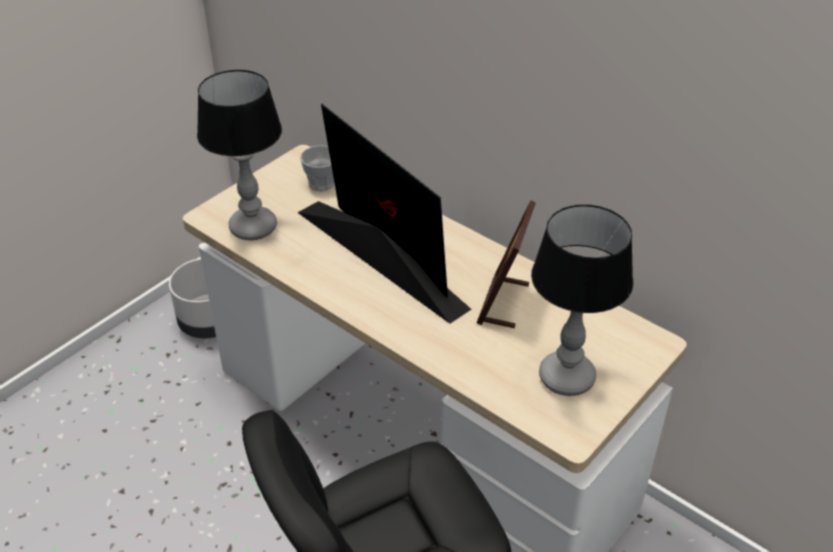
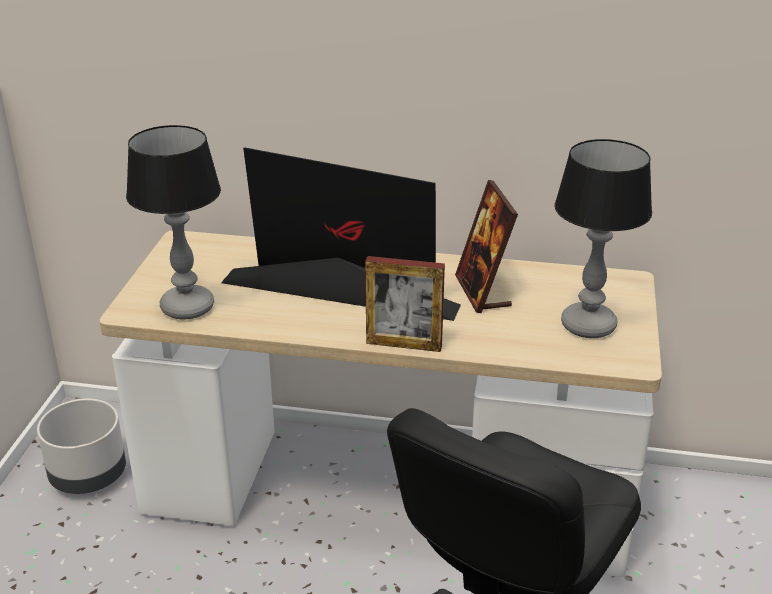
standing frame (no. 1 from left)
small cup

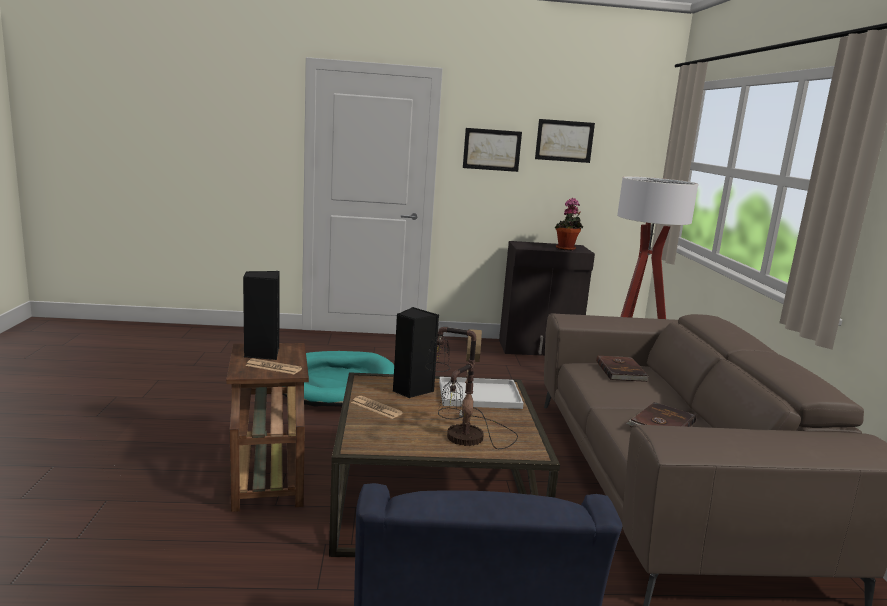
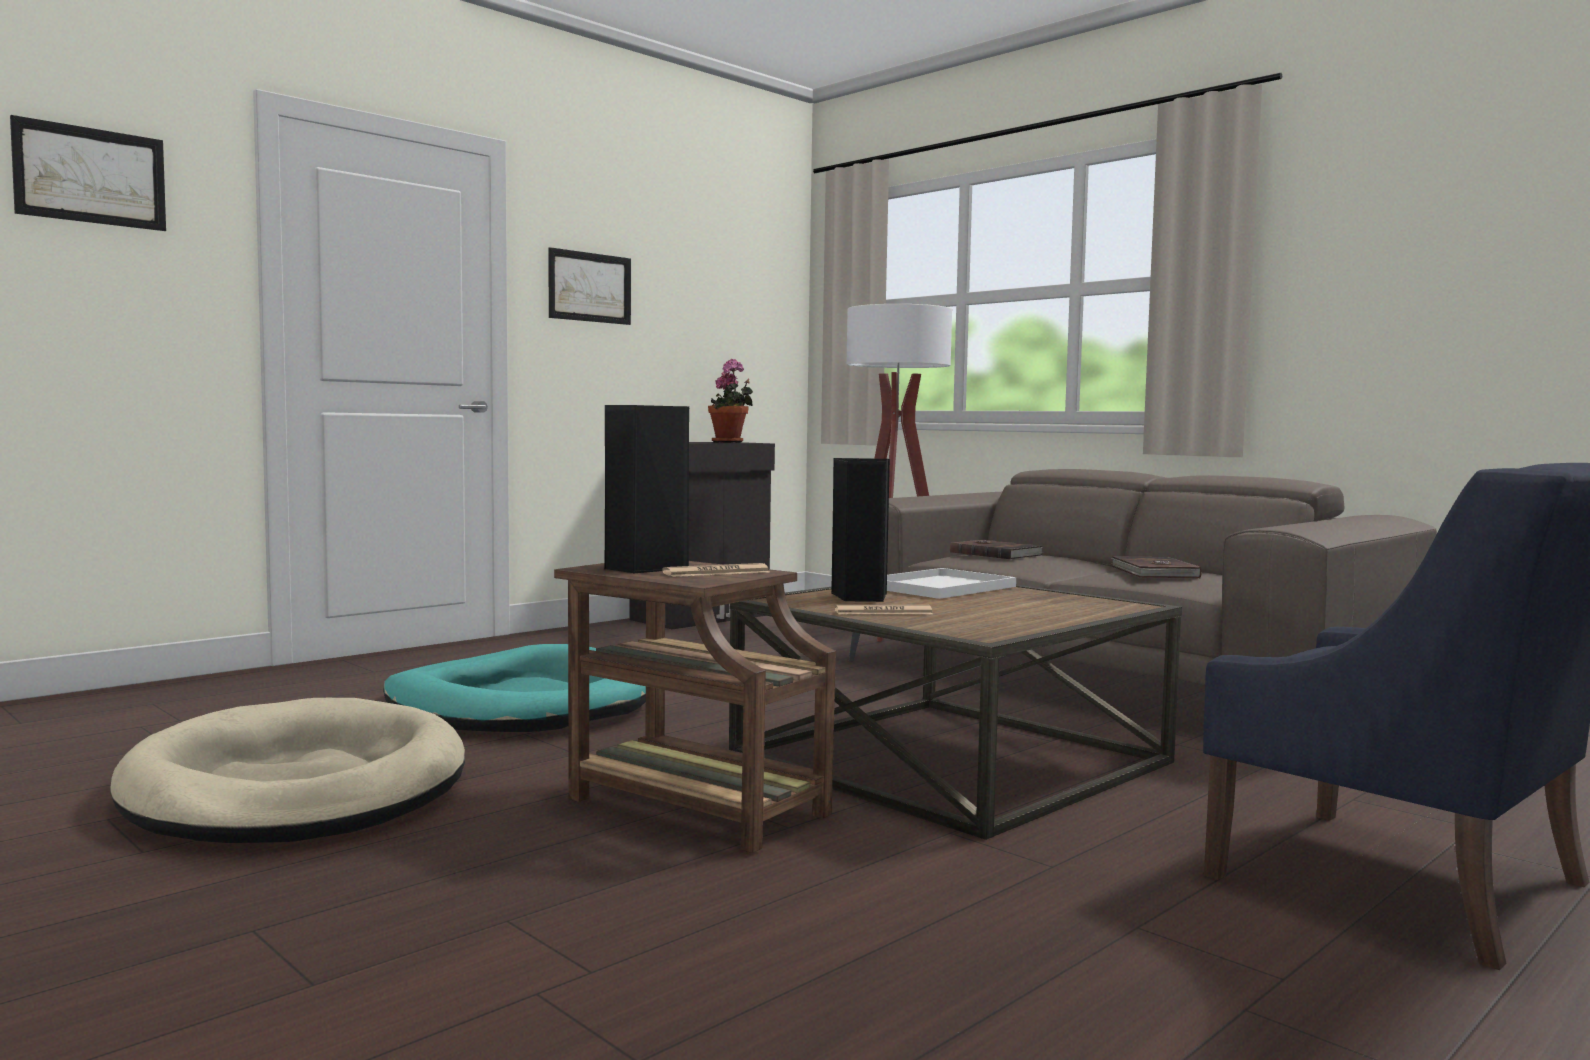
picture (no. 1 from left)
beige pet bed
tabletop lamp

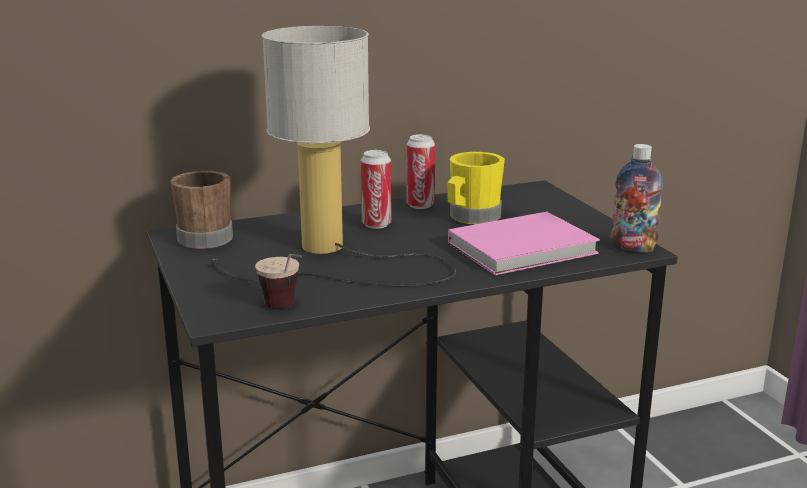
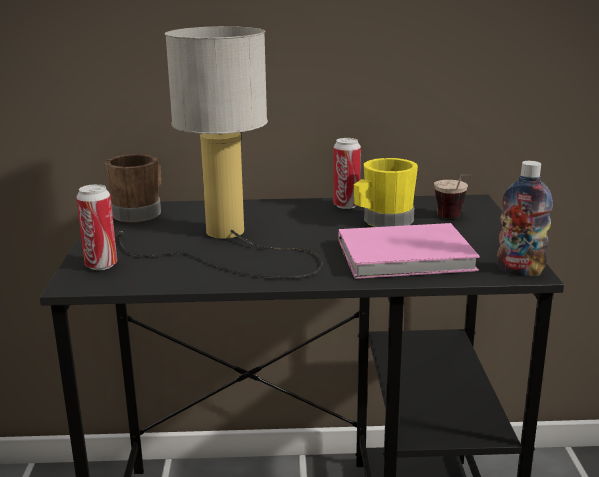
metal can (no. 1 from left)
small cup

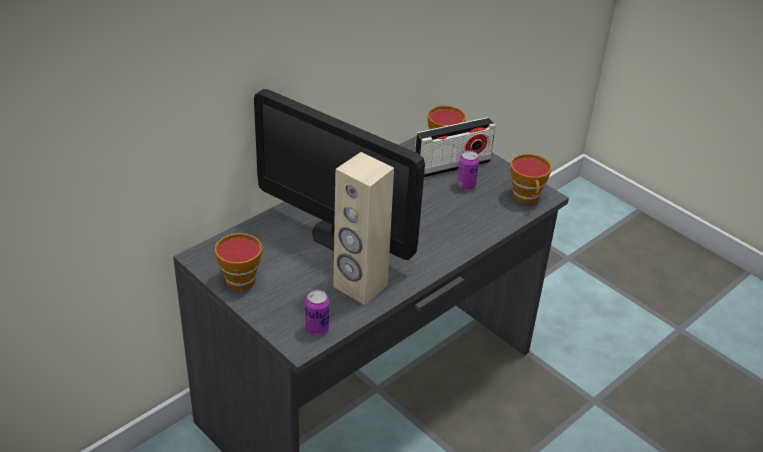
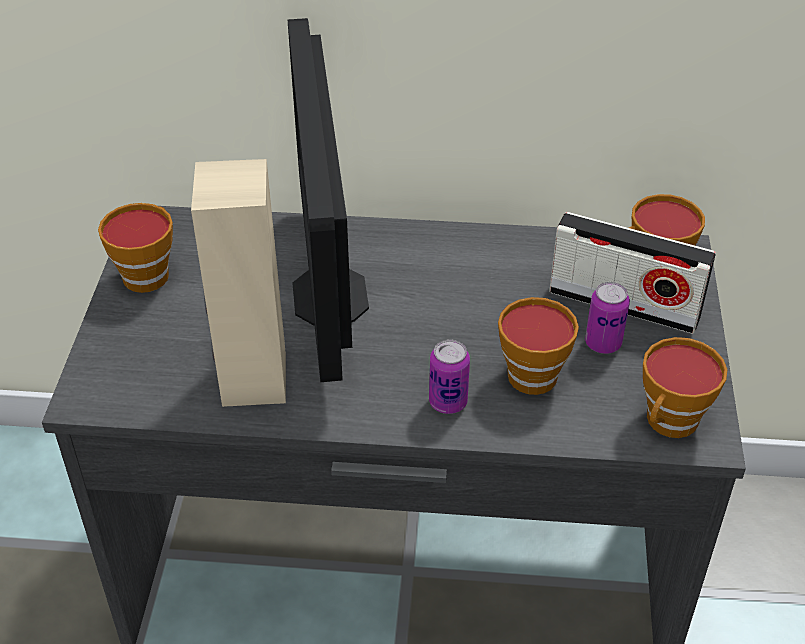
metal can (no. 1 from left)
small cup (no. 2 from left)

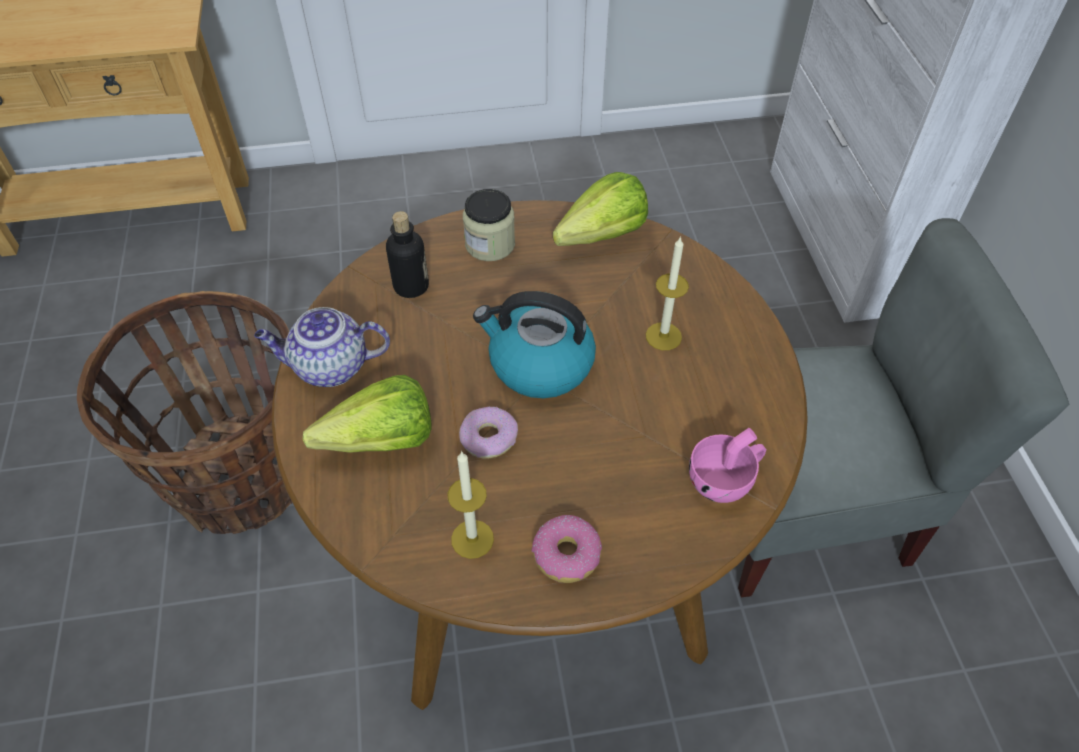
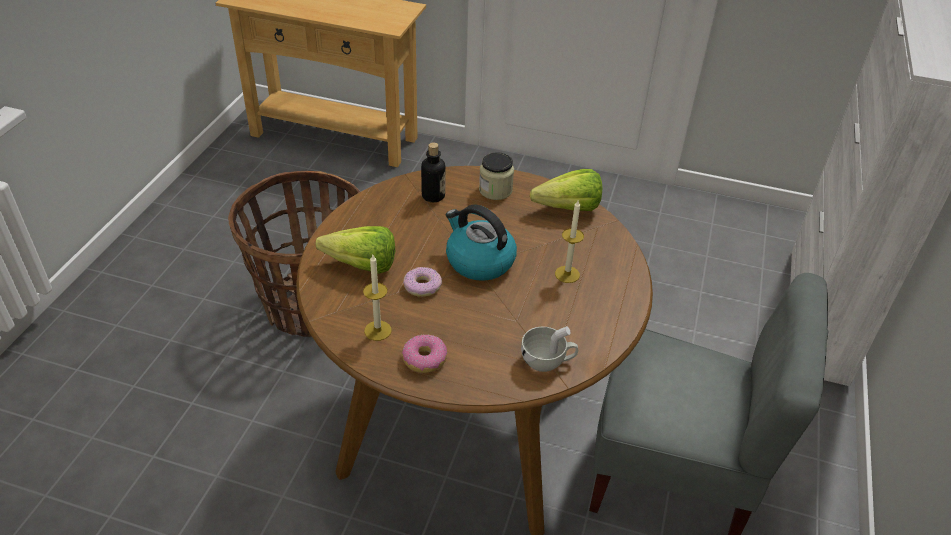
white small cup
teapot

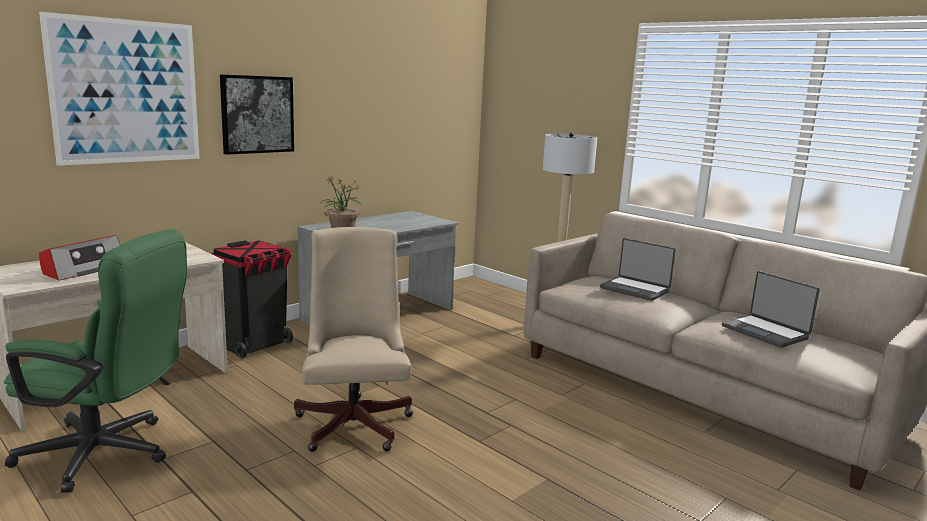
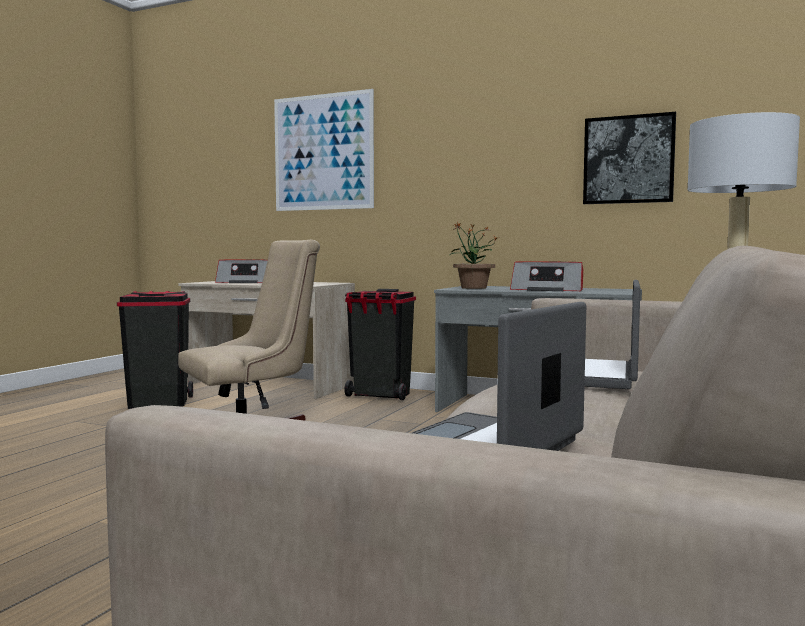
black-coloured rubbish bin (no. 1 from left)
radio (no. 2 from left)
picture (no. 2 from left)

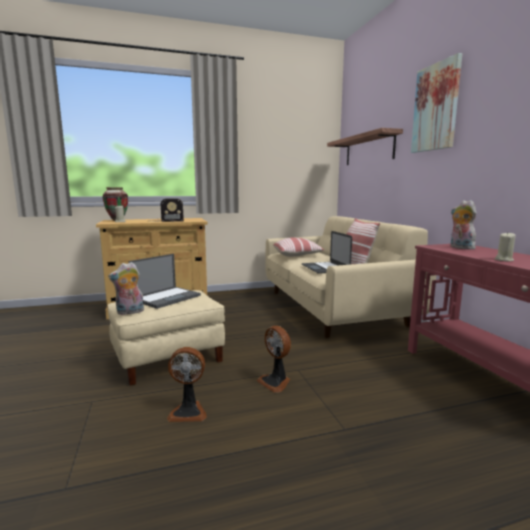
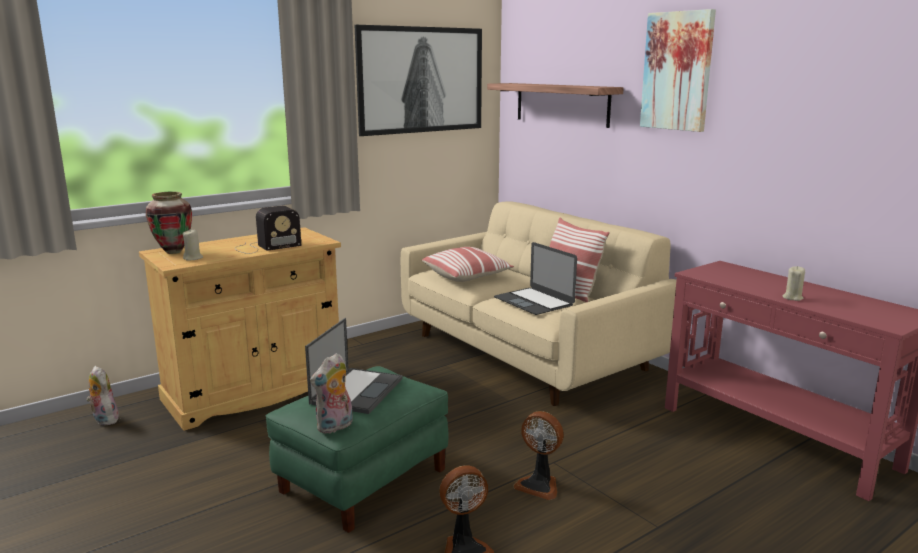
soft toy (no. 1 from left)
green-coloured ottoman
picture (no. 1 from left)

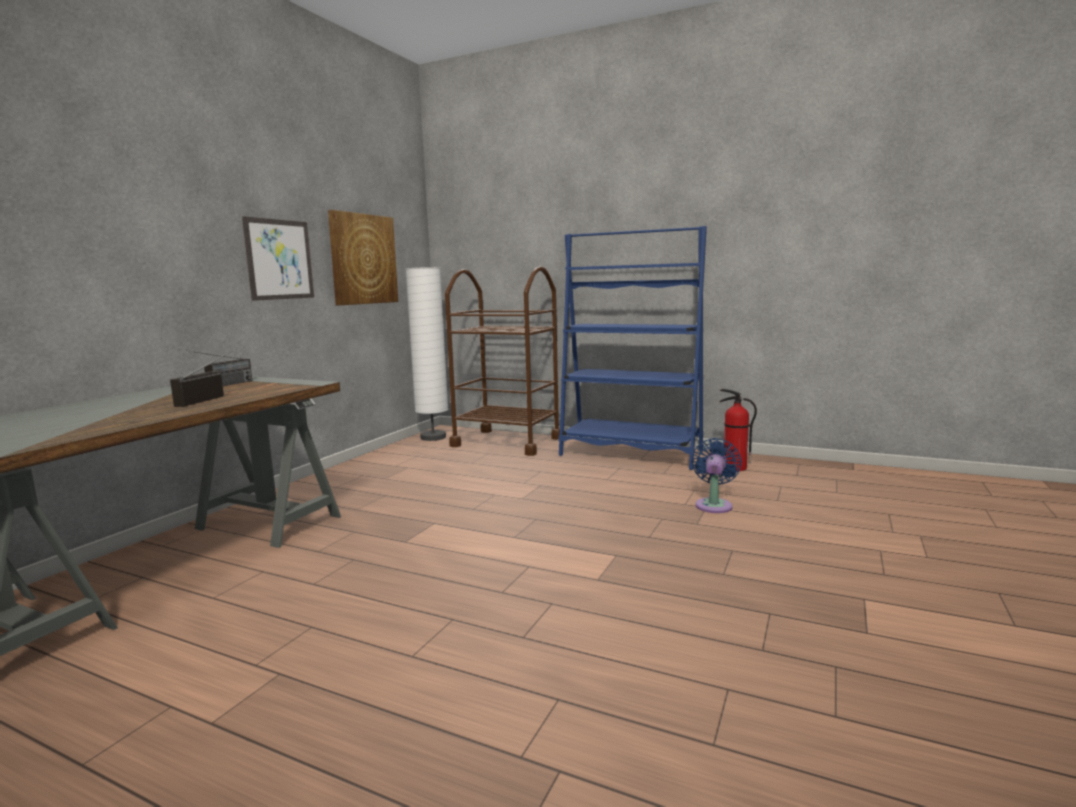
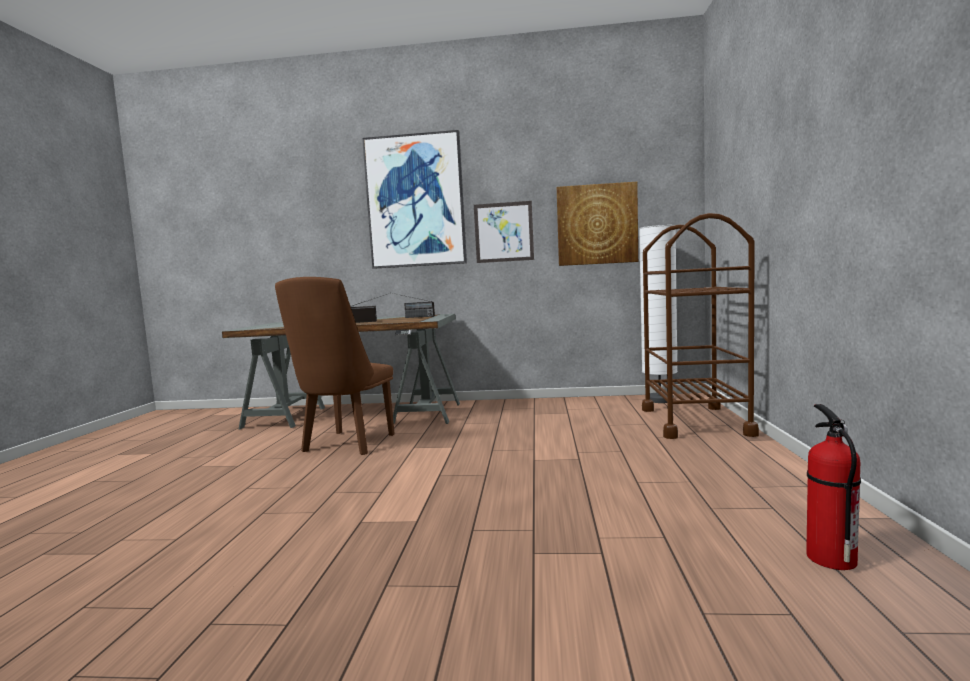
brown chair
picture (no. 1 from left)
blue bookcase
blue fan

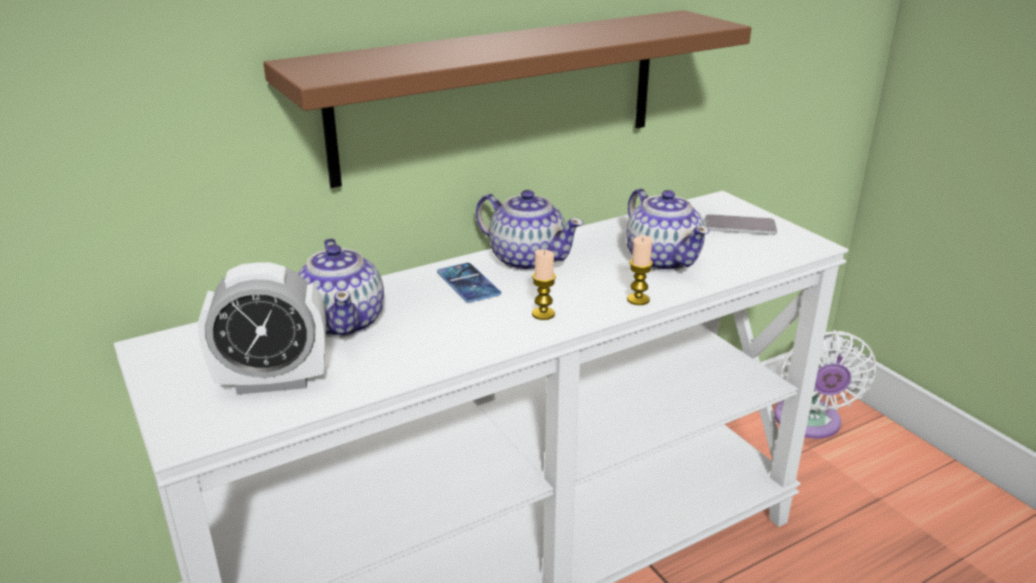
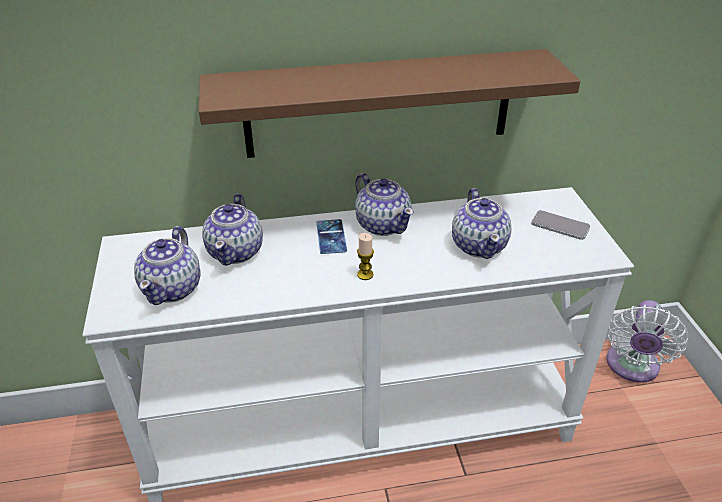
teapot (no. 1 from left)
wax candle (no. 2 from left in the first image)

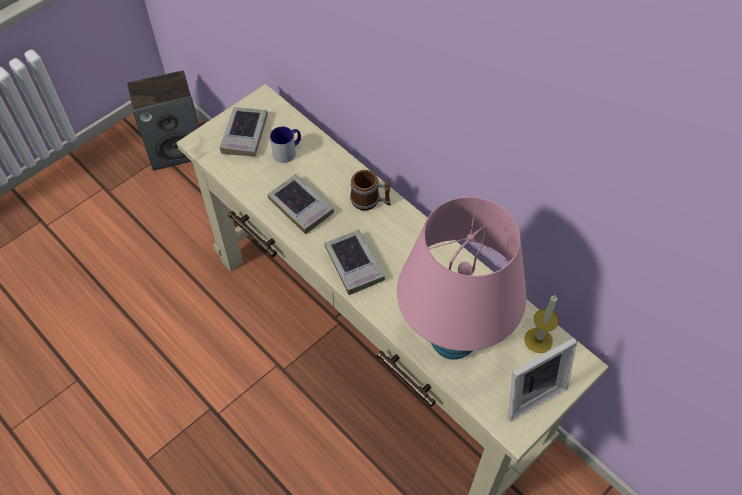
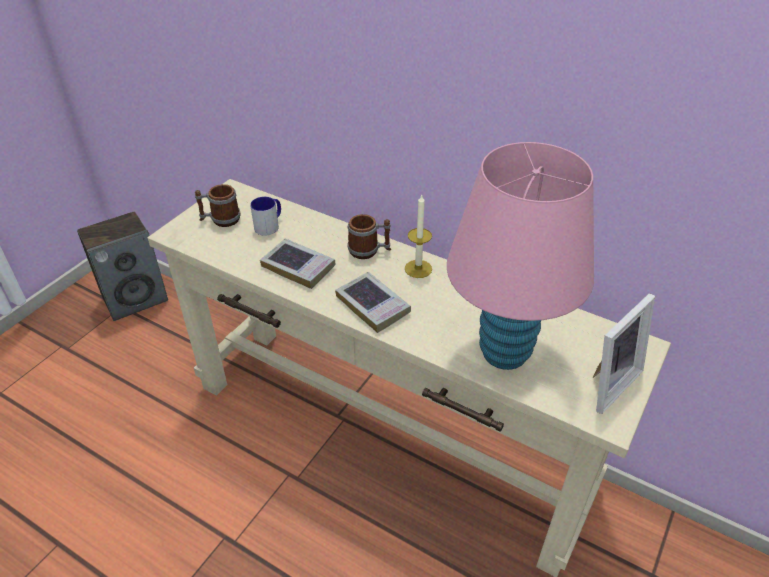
coffee mug (no. 1 from left)
wax candle

